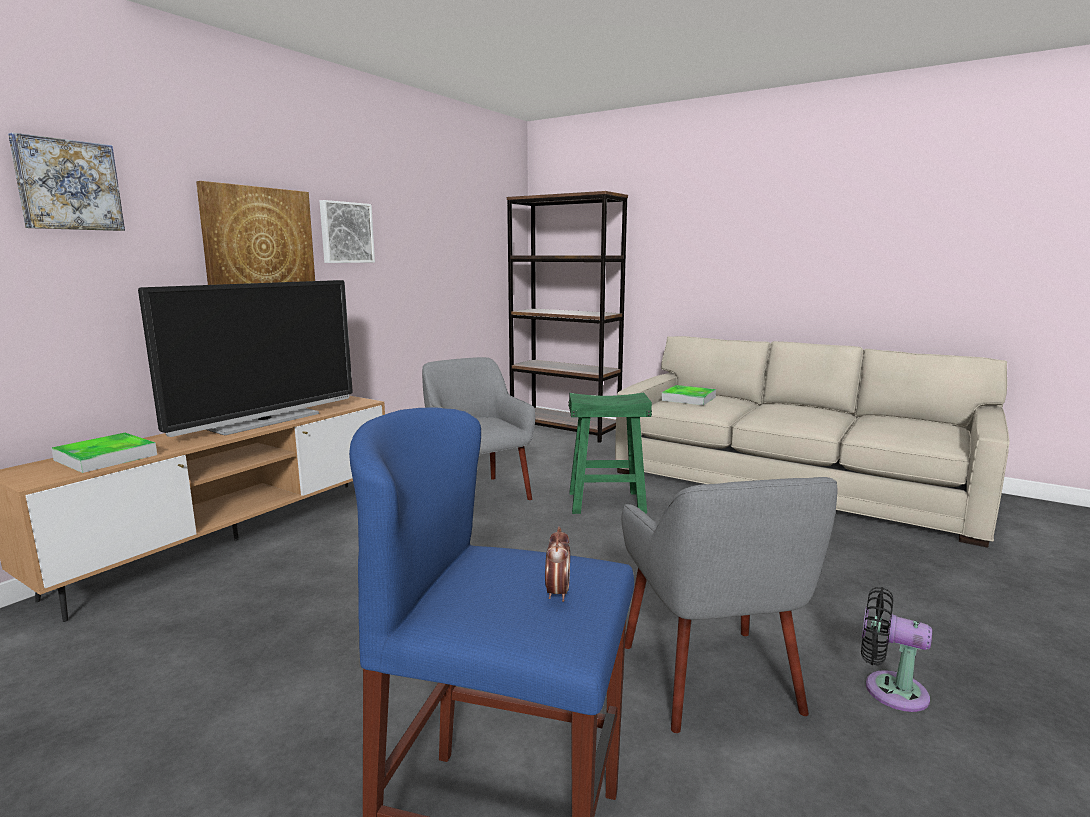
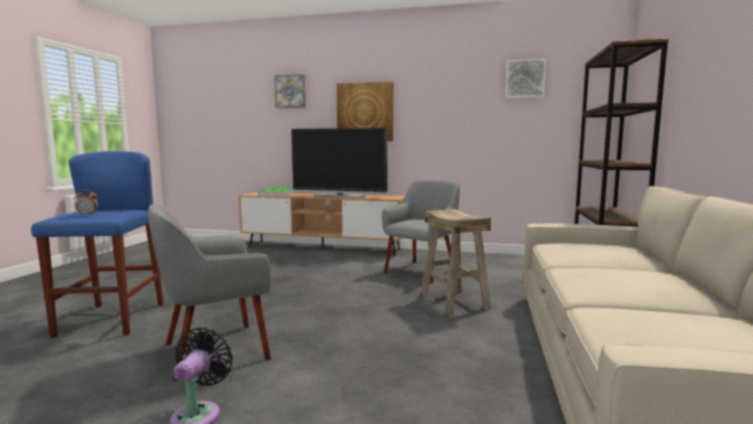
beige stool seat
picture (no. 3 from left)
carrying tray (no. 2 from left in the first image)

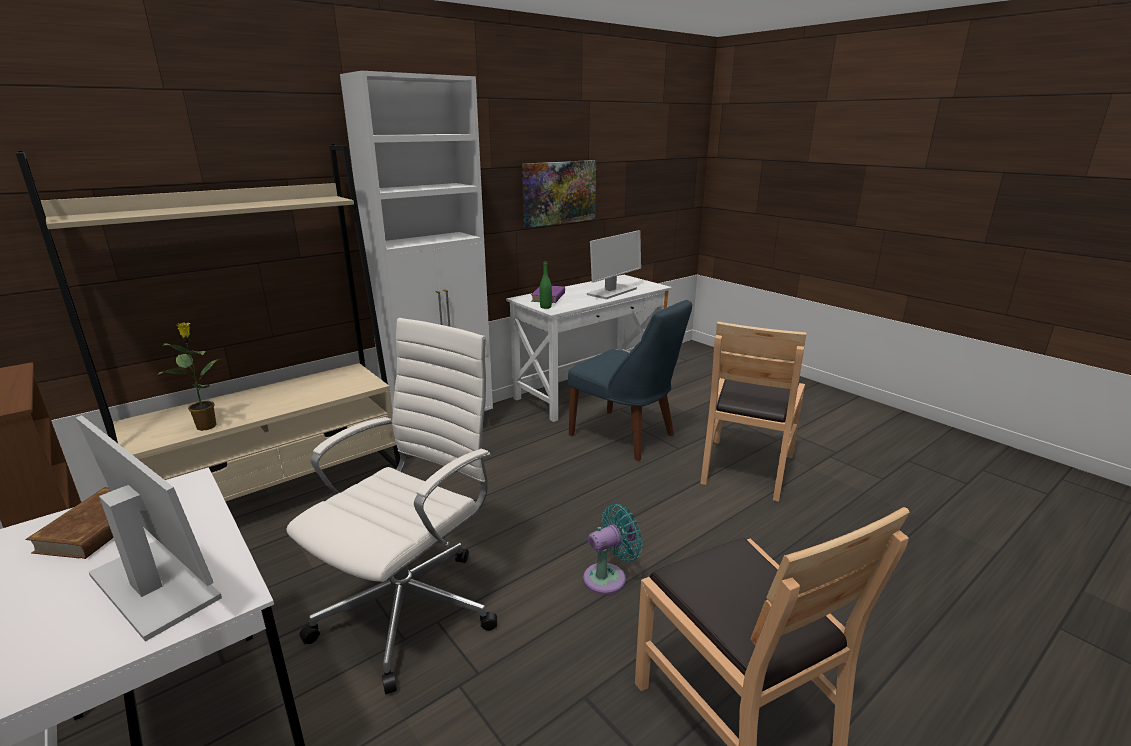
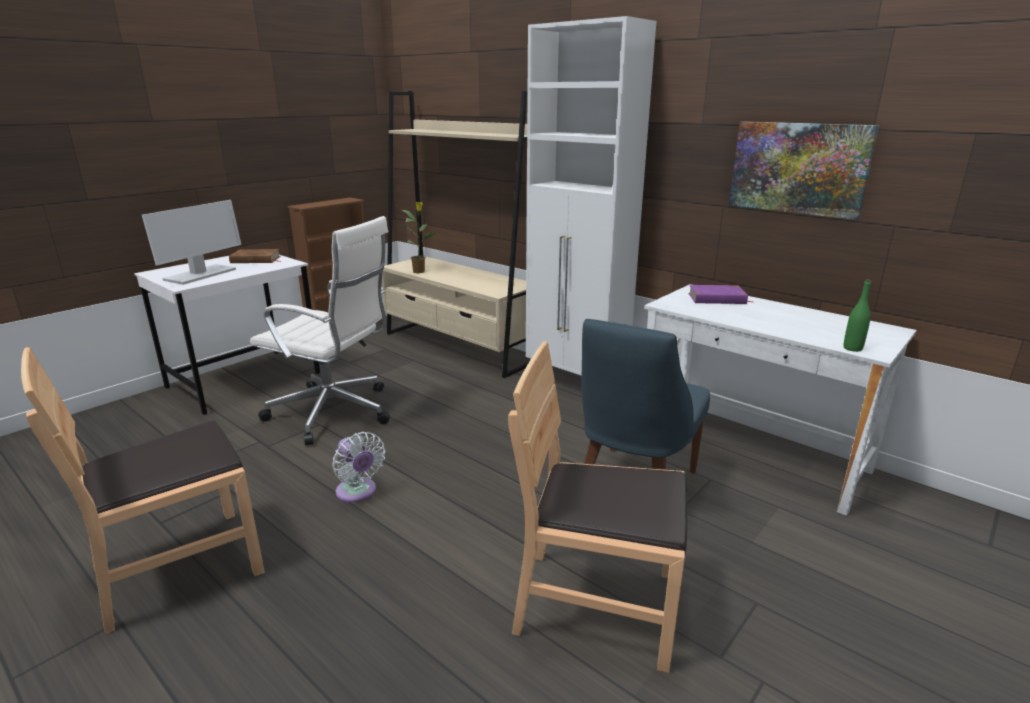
white fan
green-coloured bottle
monitor (no. 2 from left in the first image)

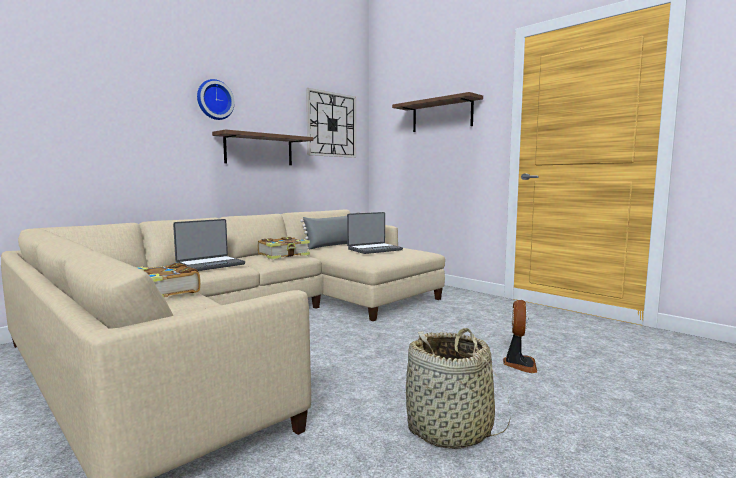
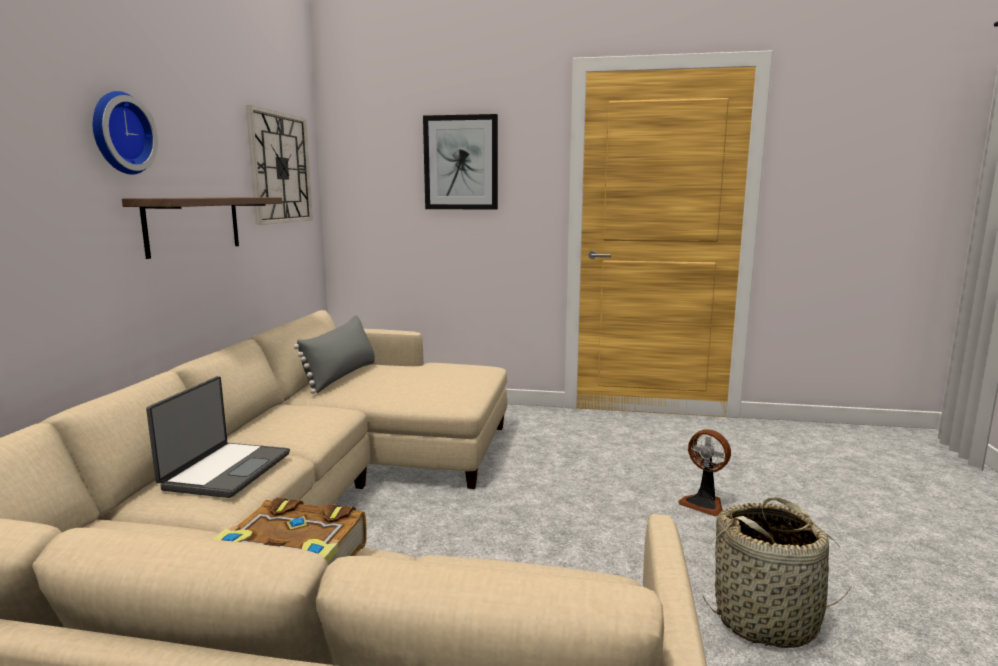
picture
fan
book (no. 2 from left in the first image)
portable computer (no. 2 from left in the first image)

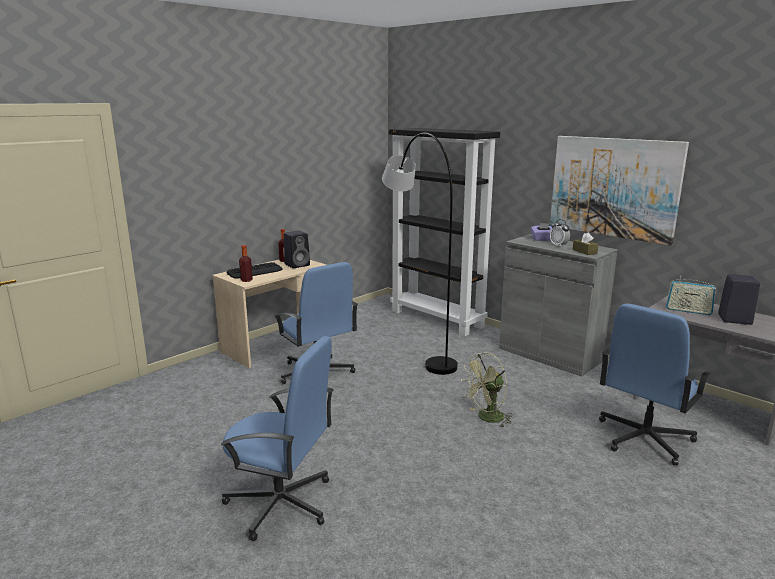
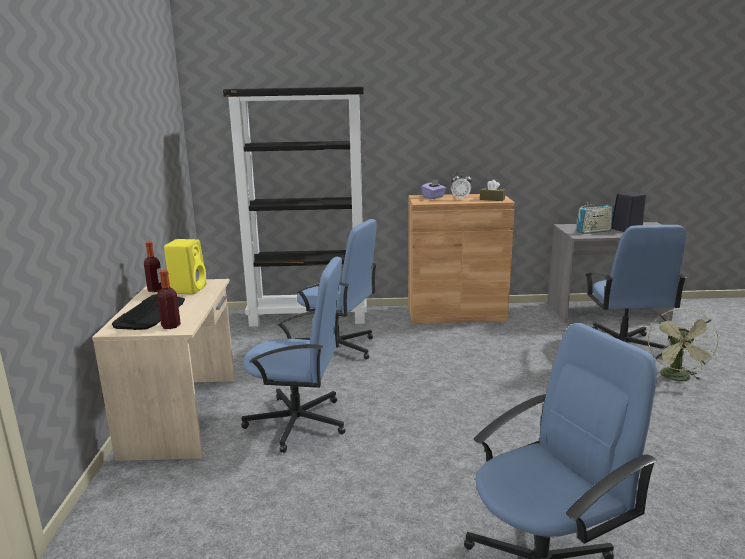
yellow audio speaker
blue desk chair (no. 2 from left)
brown cabinet
green-coloured fan
picture

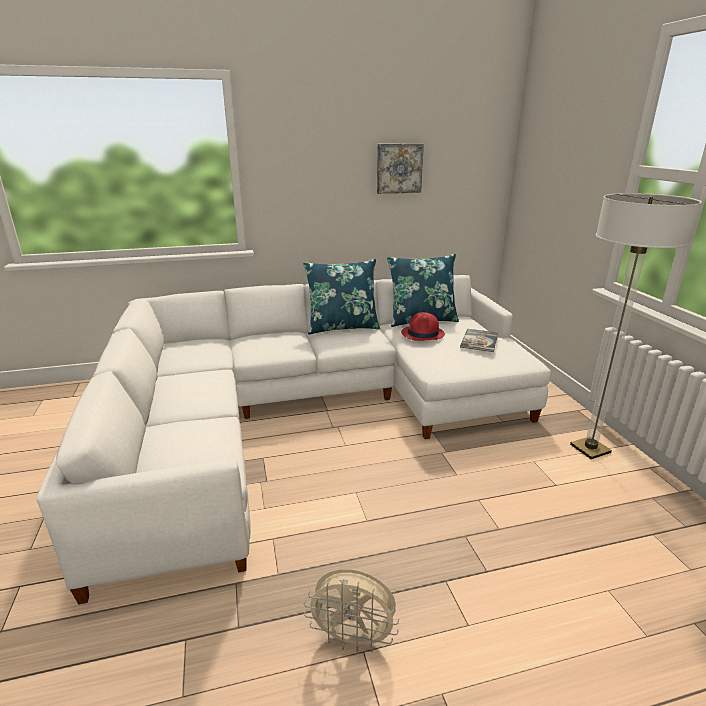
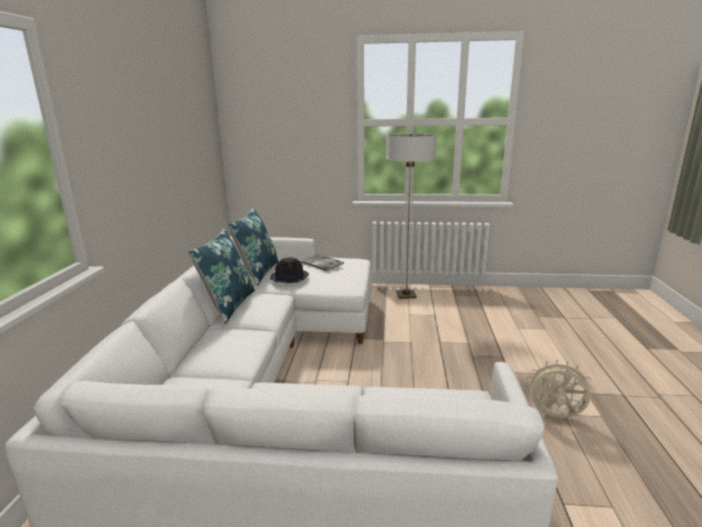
black-coloured hat
beige fan
picture

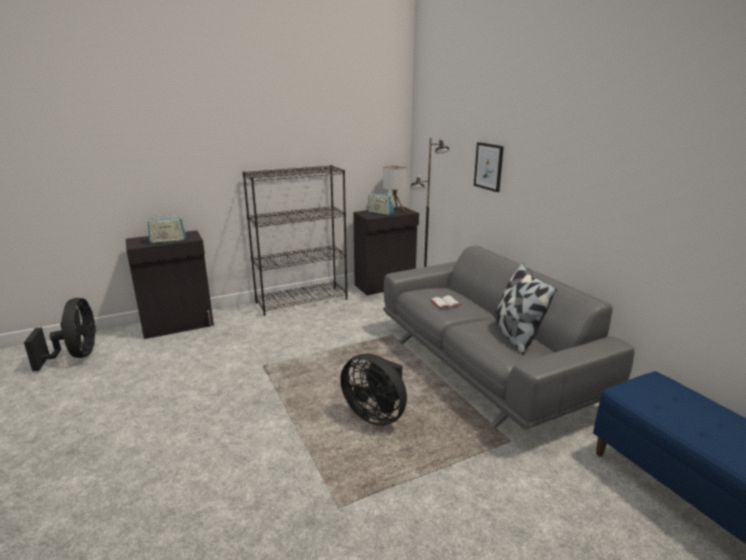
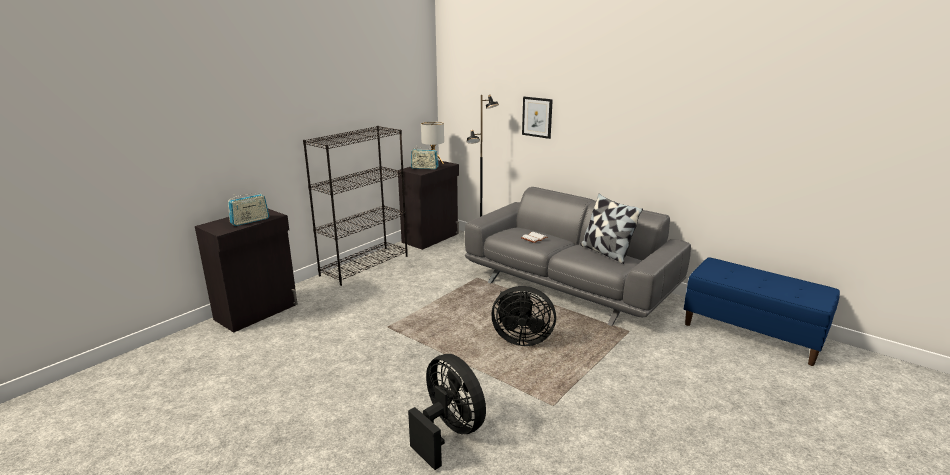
black-coloured fan (no. 1 from left)

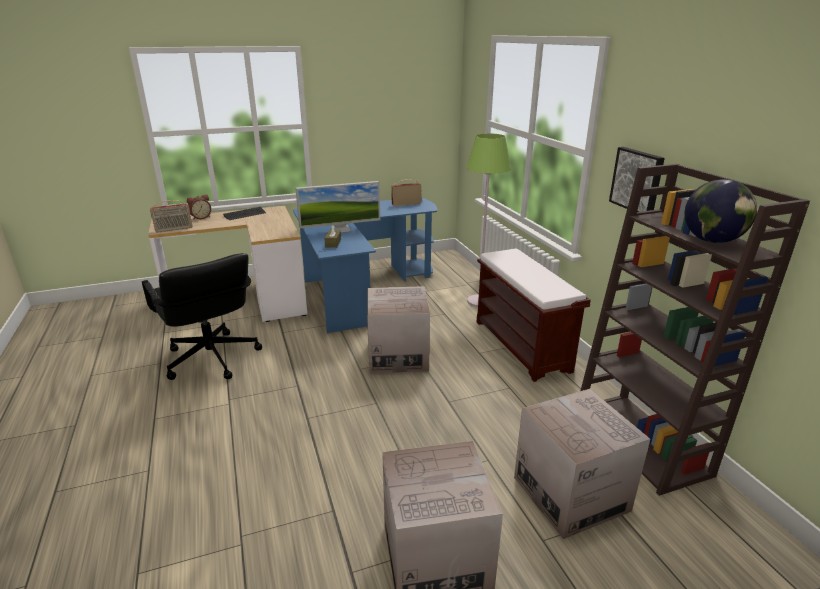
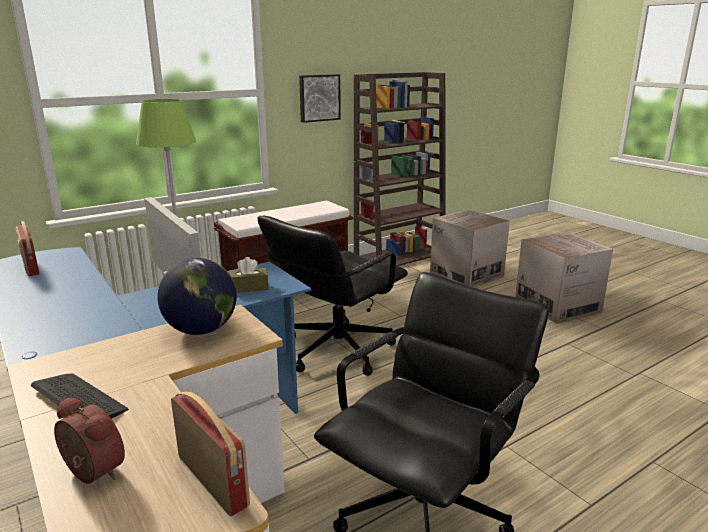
globe
black-coloured desk chair (no. 1 from left)

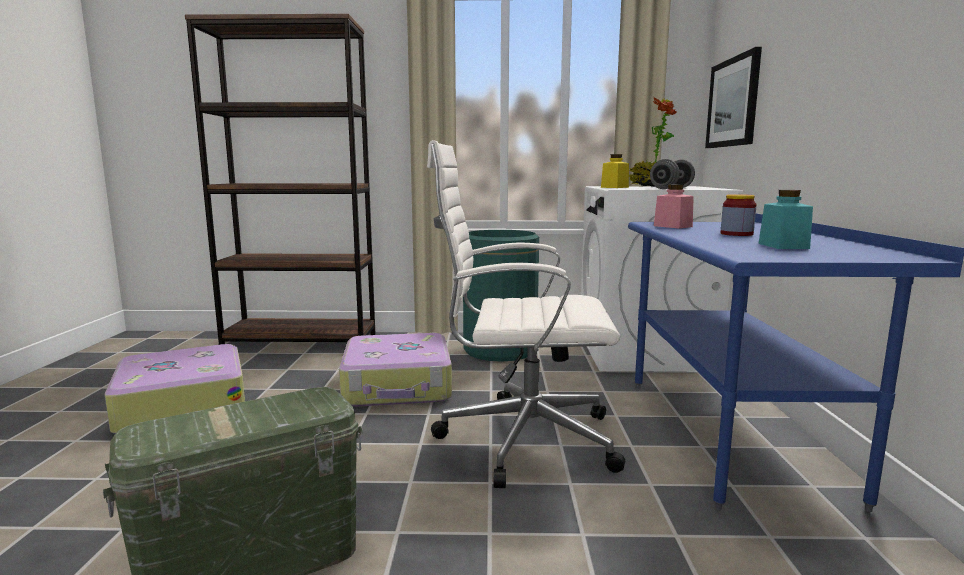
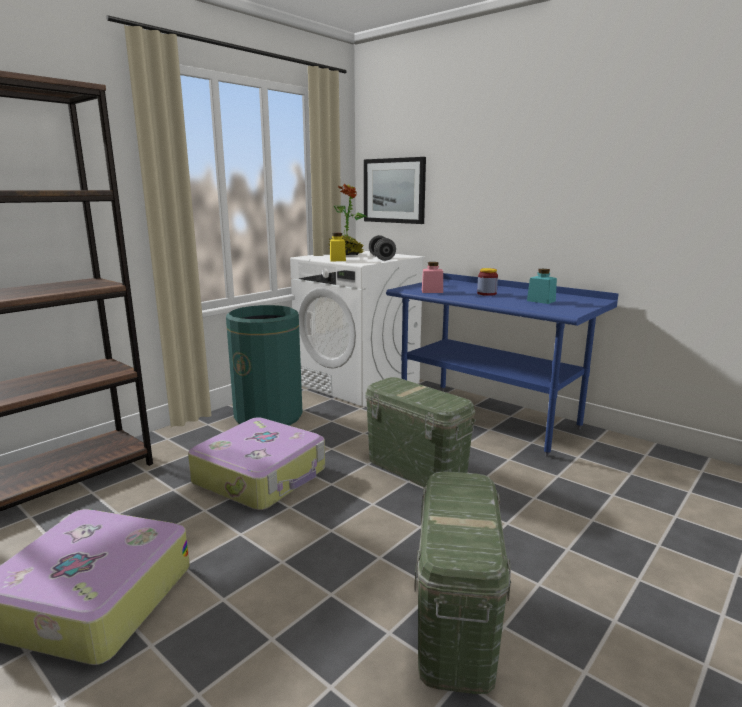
green-coloured storage box (no. 1 from left)

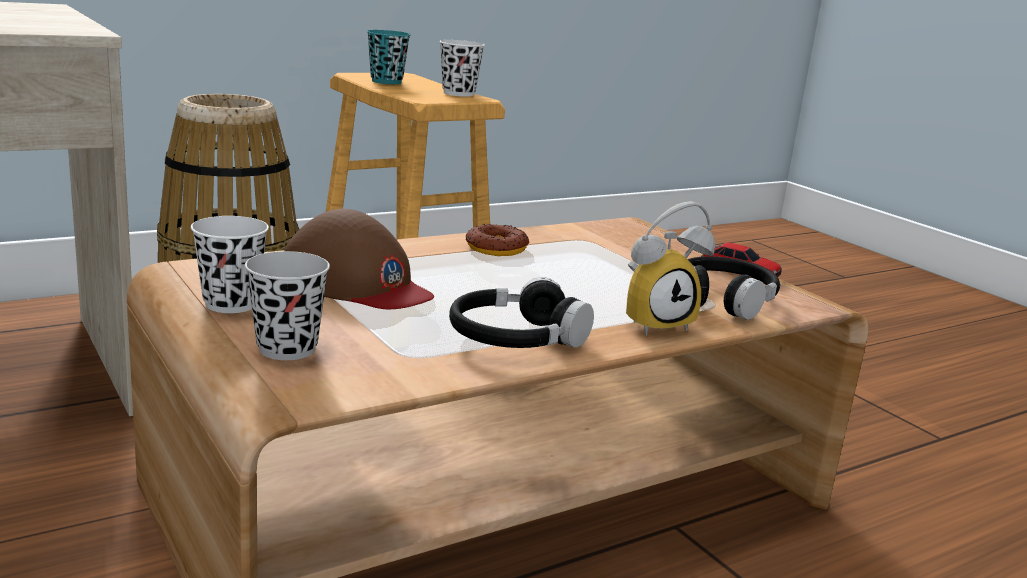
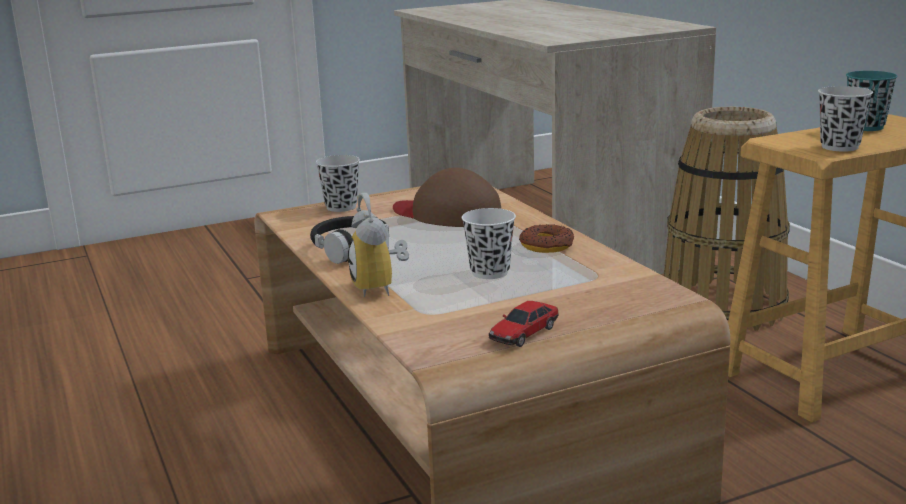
brown cap
white small cup (no. 1 from left)
black-coloured headset (no. 2 from left in the first image)

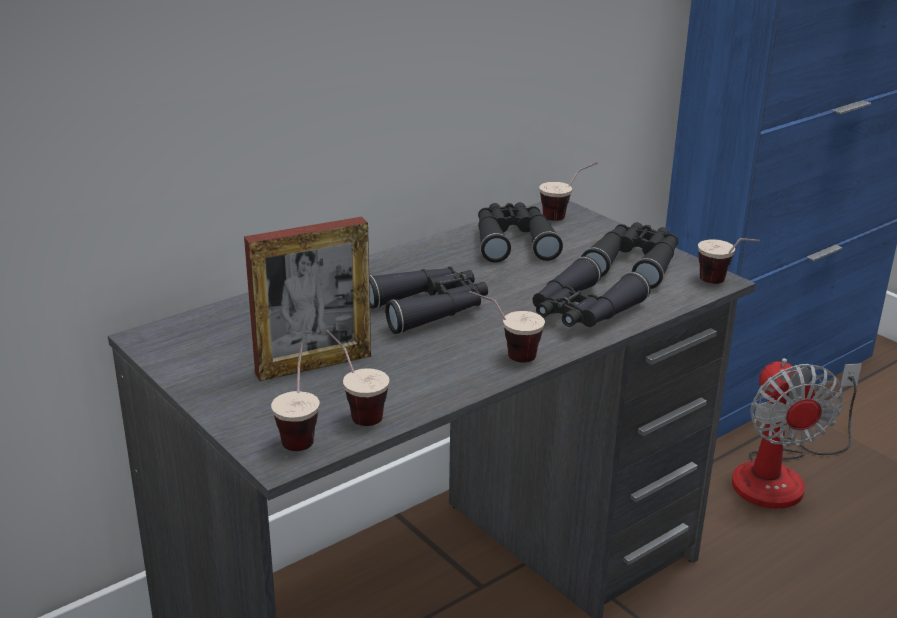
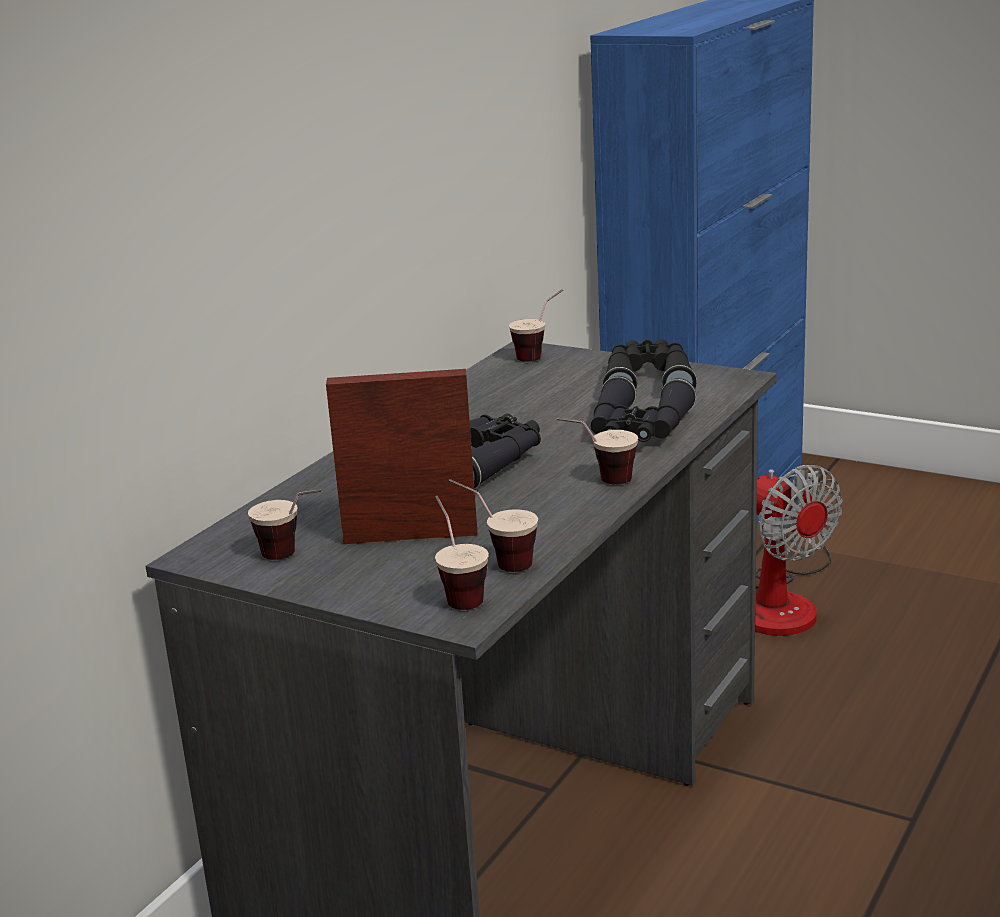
small cup (no. 1 from left)
standing frame
black-coloured binoculars (no. 2 from left in the first image)

